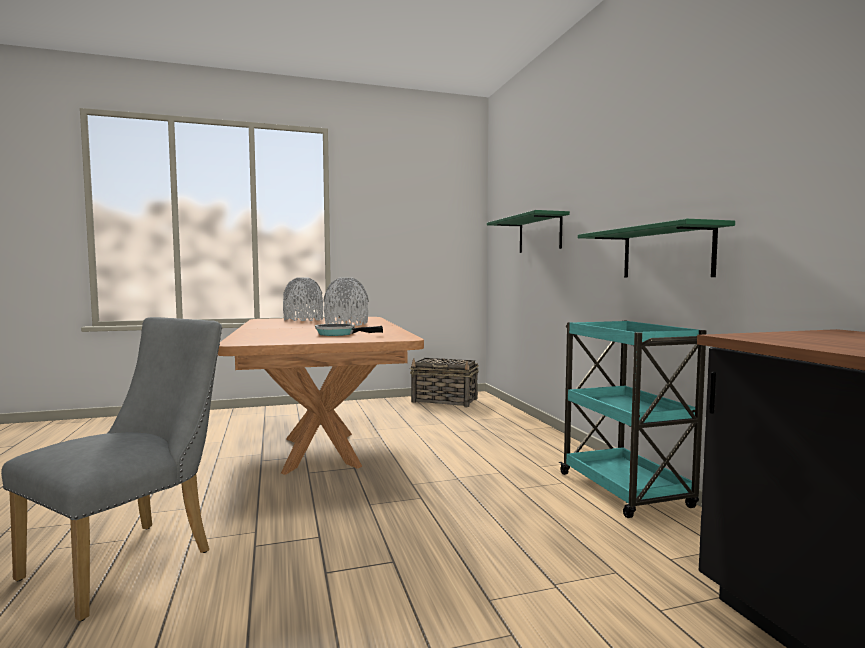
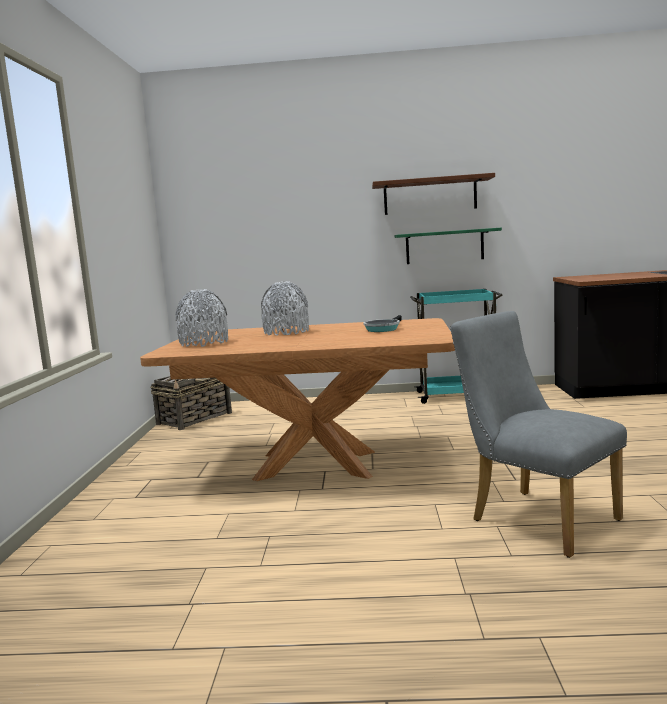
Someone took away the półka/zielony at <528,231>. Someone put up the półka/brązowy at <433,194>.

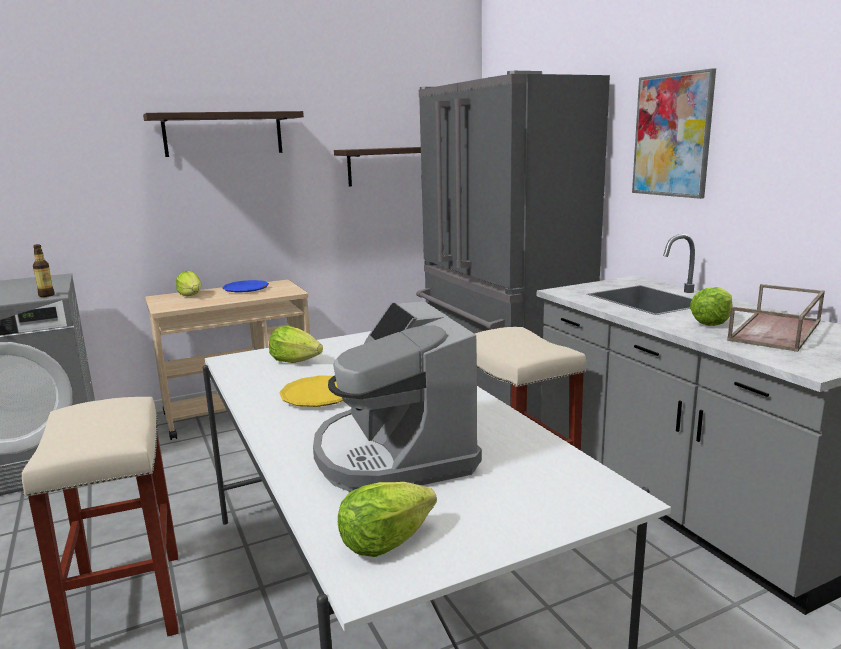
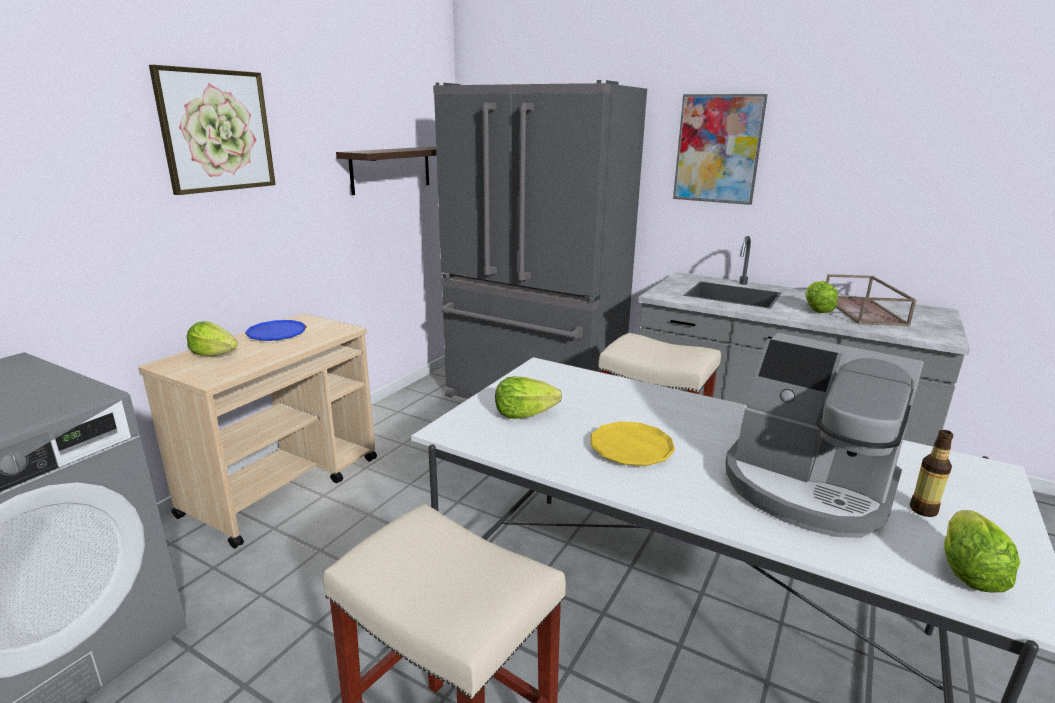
Someone carried the butelka from <44,270> to <932,473>. Someone swapped the półka at <223,134> for the obraz at <212,130>.

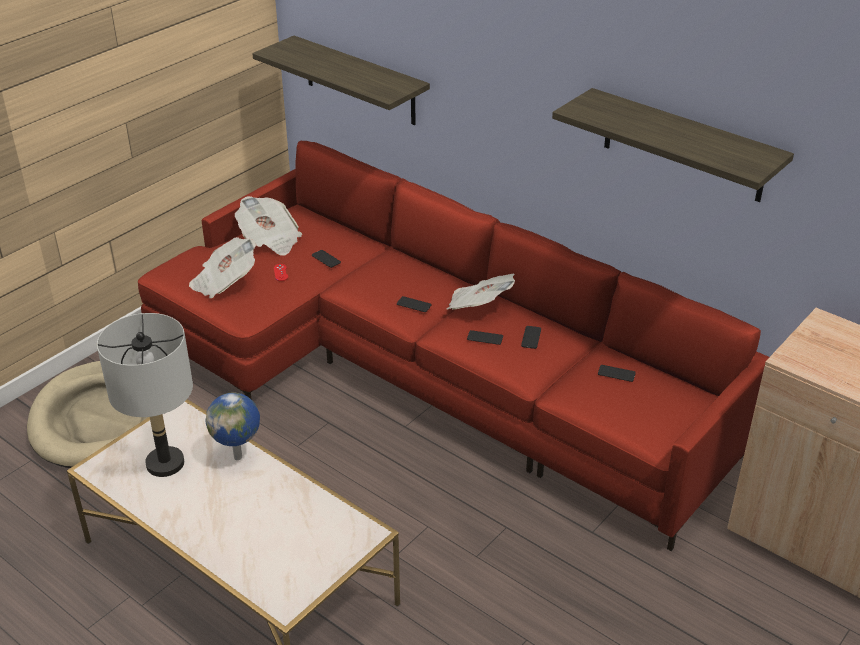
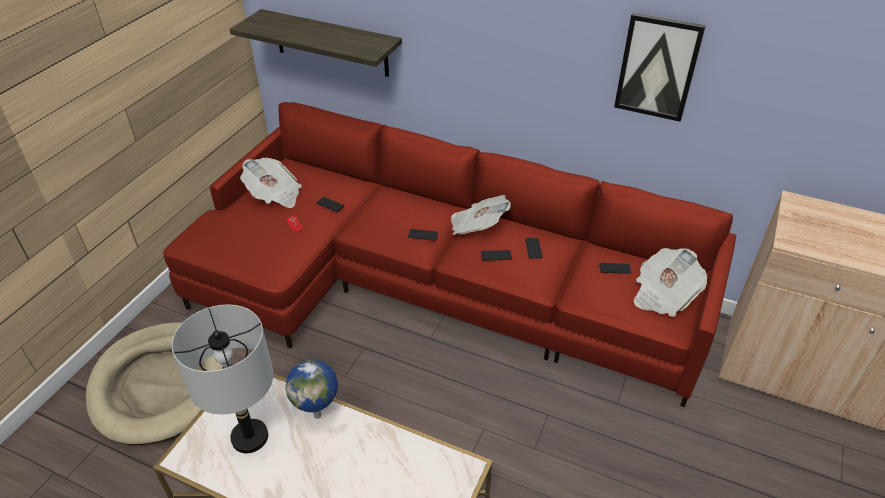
Someone carried the gazeta from <223,267> to <670,282>. Someone swapped the półka at <673,145> for the obraz at <660,67>.

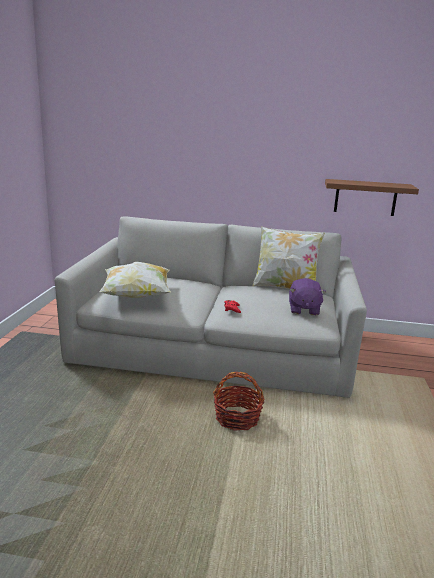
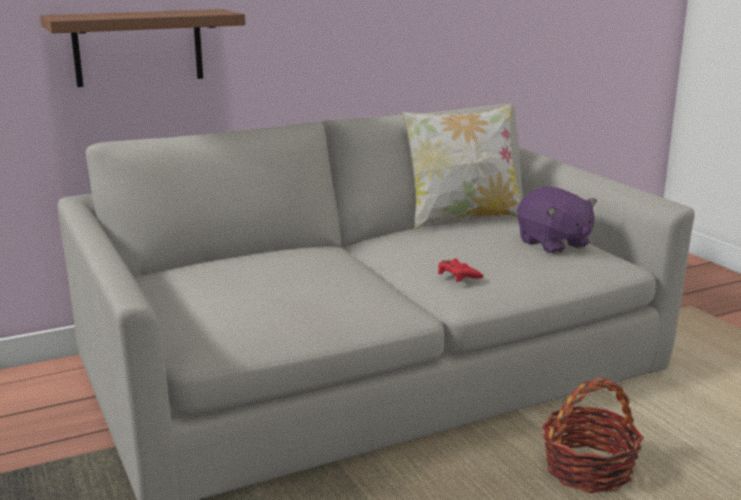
Someone took away the poduszka at <135,280>. Someone carried the półka/brązowy from <372,197> to <142,48>.

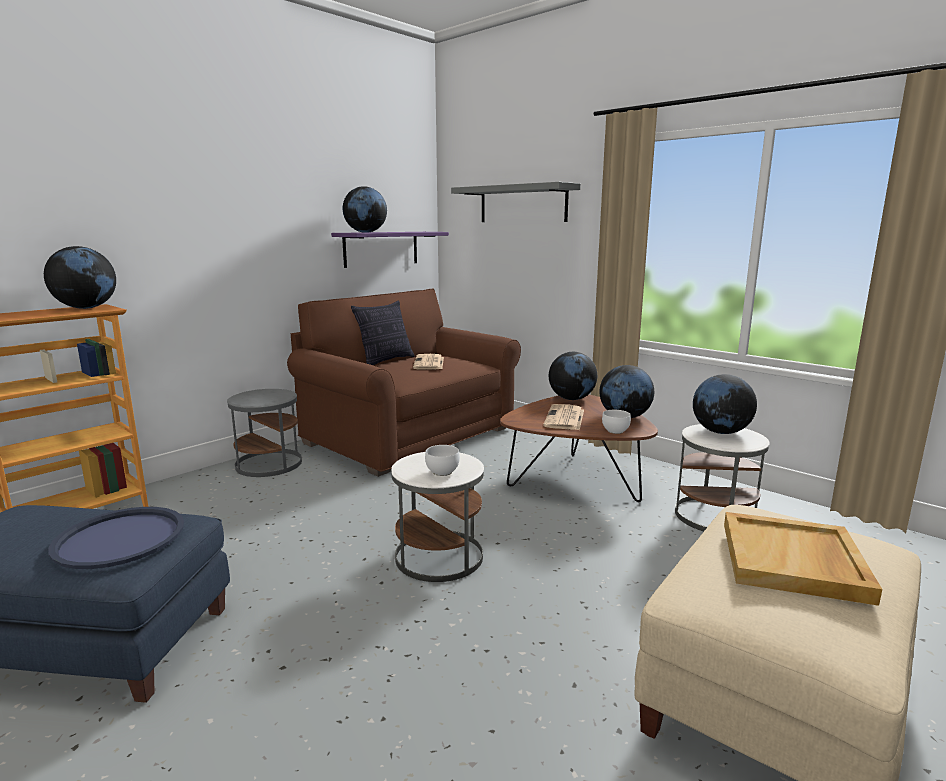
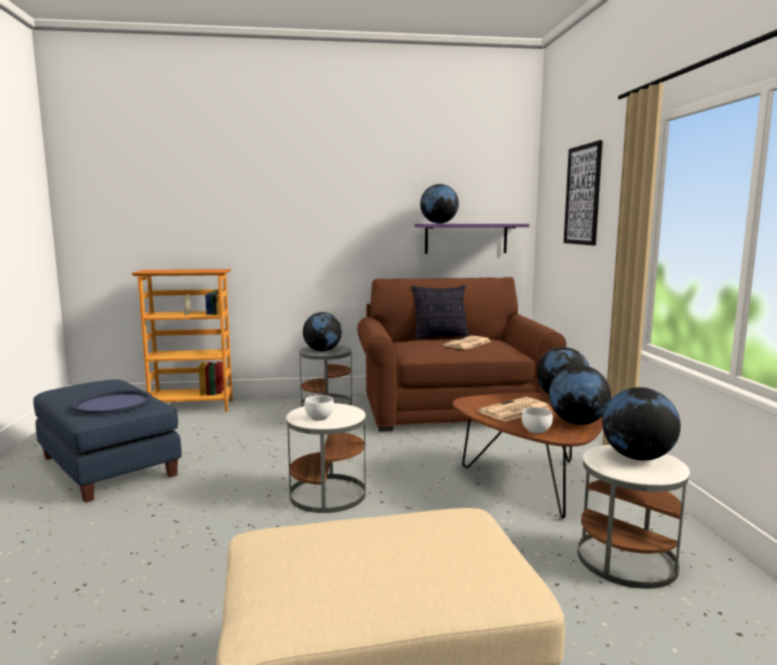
Someone took away the taca/beżowy at <803,559>. Someone carried the globus from <80,277> to <322,332>. Someone swapped the półka/szary at <515,202> for the obraz at <583,193>.

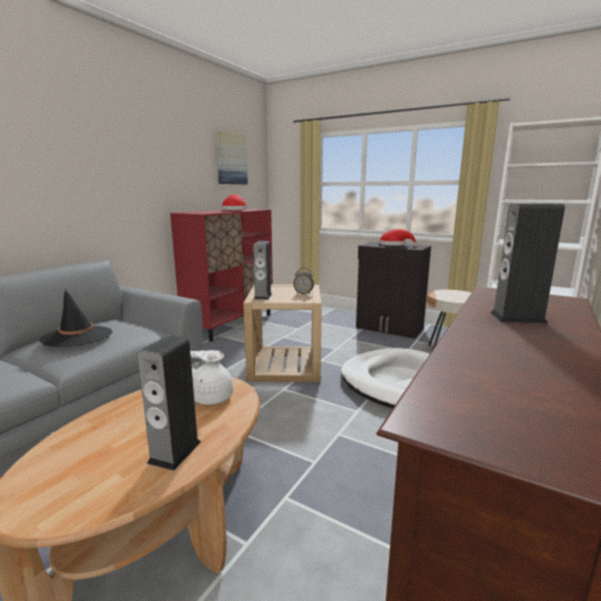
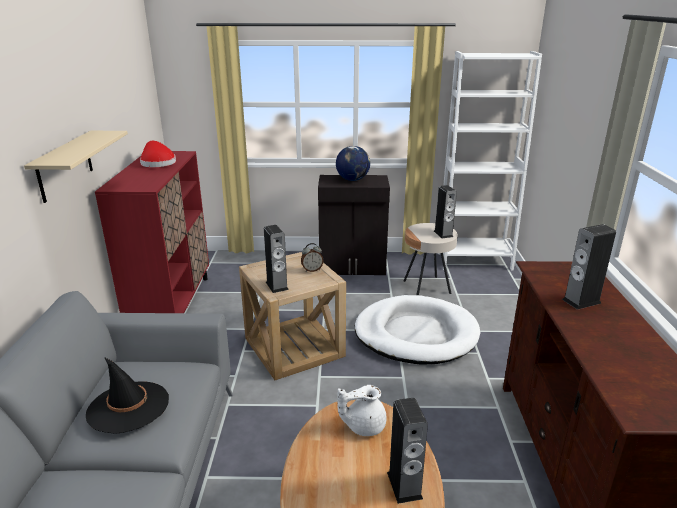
Someone took away the obraz at <232,157>. Someone put up the półka/beżowy at <76,167>. Someone put down the głośnik at <445,211>. Someone swapped the kapelusz/czerwony at <398,238> for the globus at <353,163>.

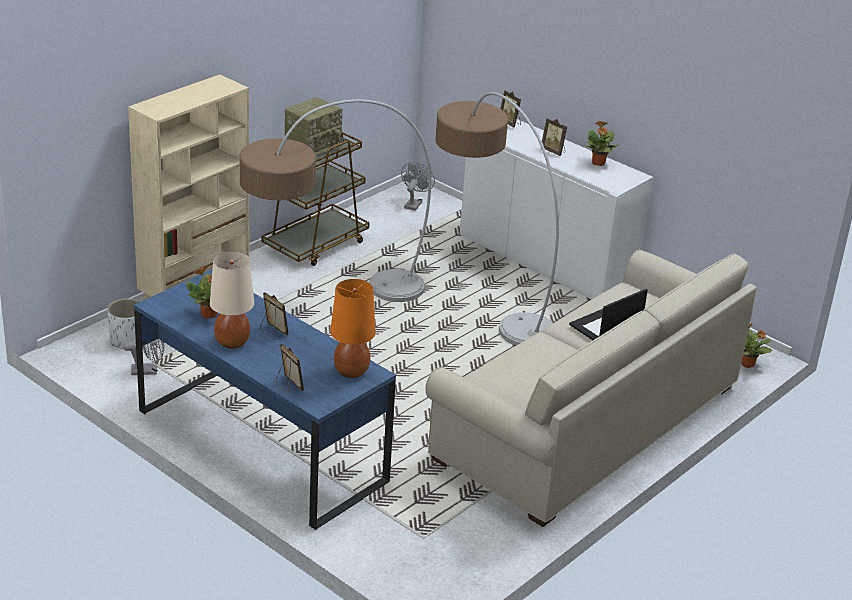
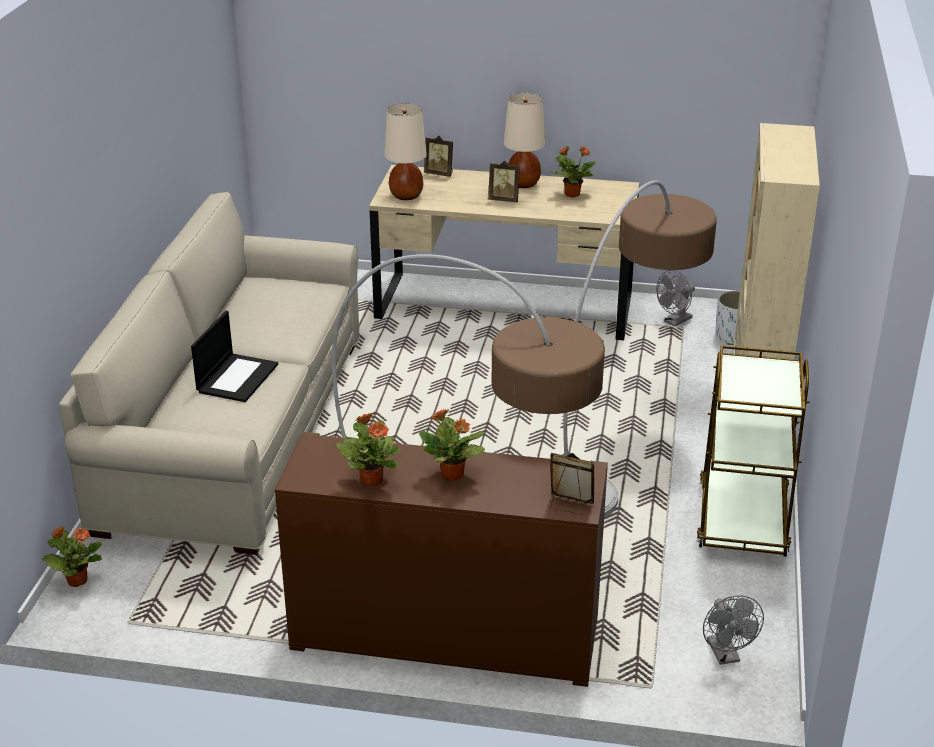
Someone took away the radio at <314,126>. Someone swapped the ramka na zdjęcie at <554,137> for the roślina doniczkowa at <452,445>. Someone repainted the biurko/niebieski at <265,399>, which became the biurko/beżowy at <504,252>. Someone repainted the lampa stołowa/pomarańczowy at <352,328>, which became the lampa stołowa/beżowy at <405,151>. Someone repainted the szafka/biały at <556,209>, which became the szafka/brązowy at <441,559>.

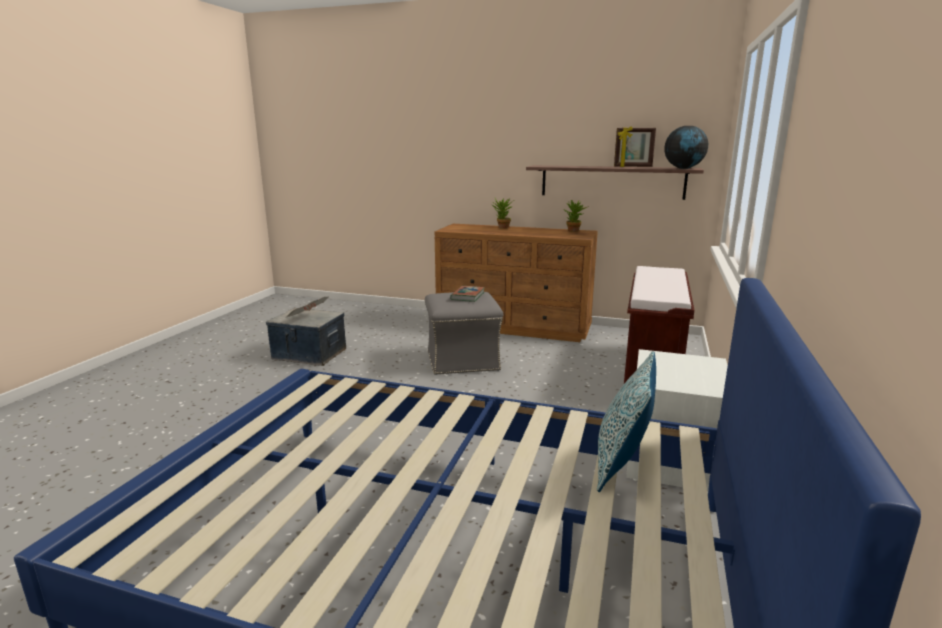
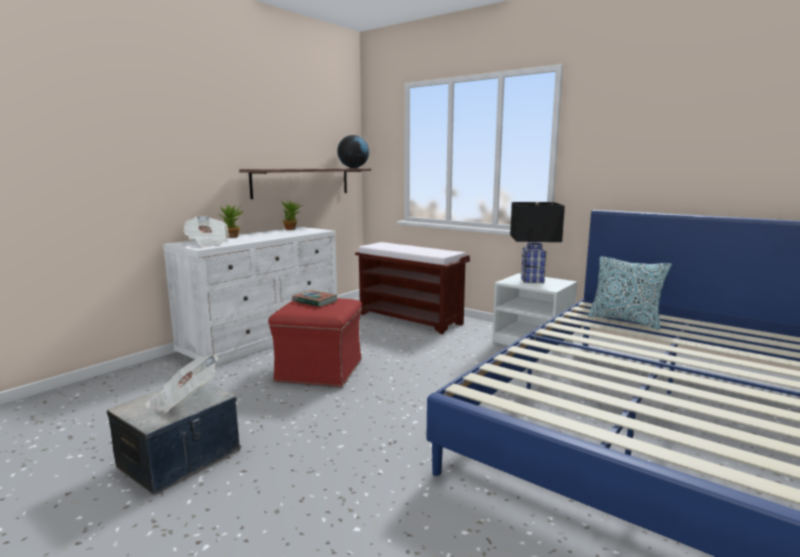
Someone took away the ramka na zdjęcie at <635,146>. Someone put down the gazeta at <206,231>. Someone put down the lampa stołowa/czarny at <537,242>. Someone repainted the pufa/szary at <464,333>, which became the pufa/czerwony at <315,343>. Someone repainted the komoda/brązowy at <516,283>, which became the komoda/biały at <250,296>.

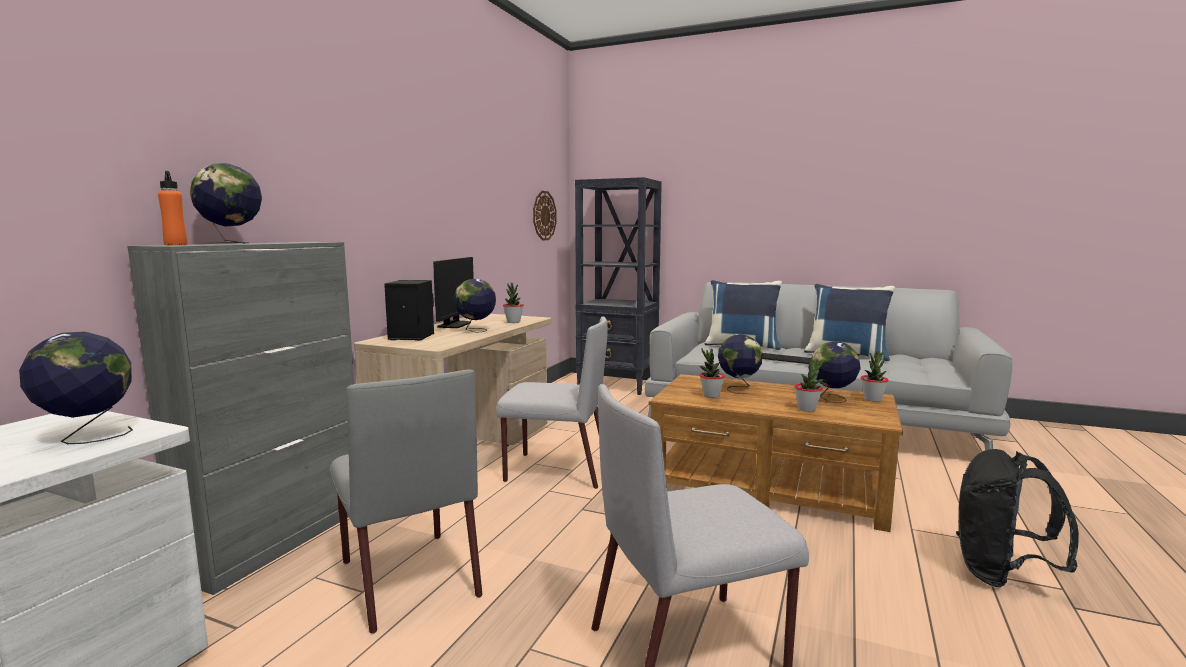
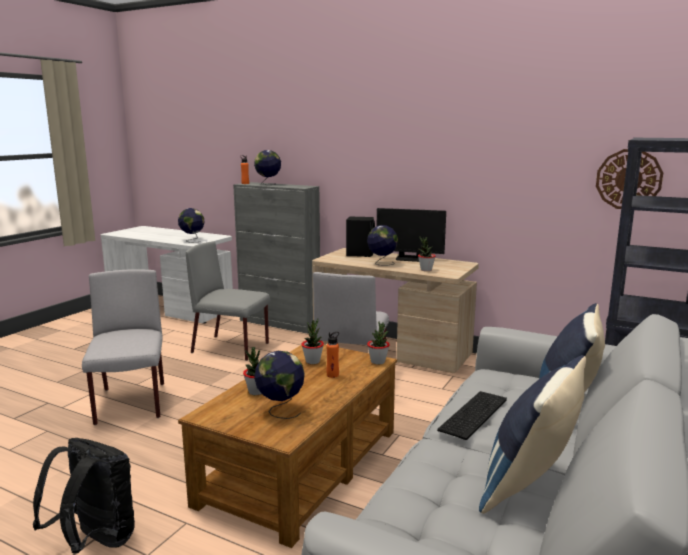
Someone carried the roślina doniczkowa from <874,376> to <378,343>. Someone swapped the globus at <740,364> for the butelka/pomarańczowy at <332,355>. Someone rotated the krzesło/szary at <406,502> by 45 degrees clockwise.

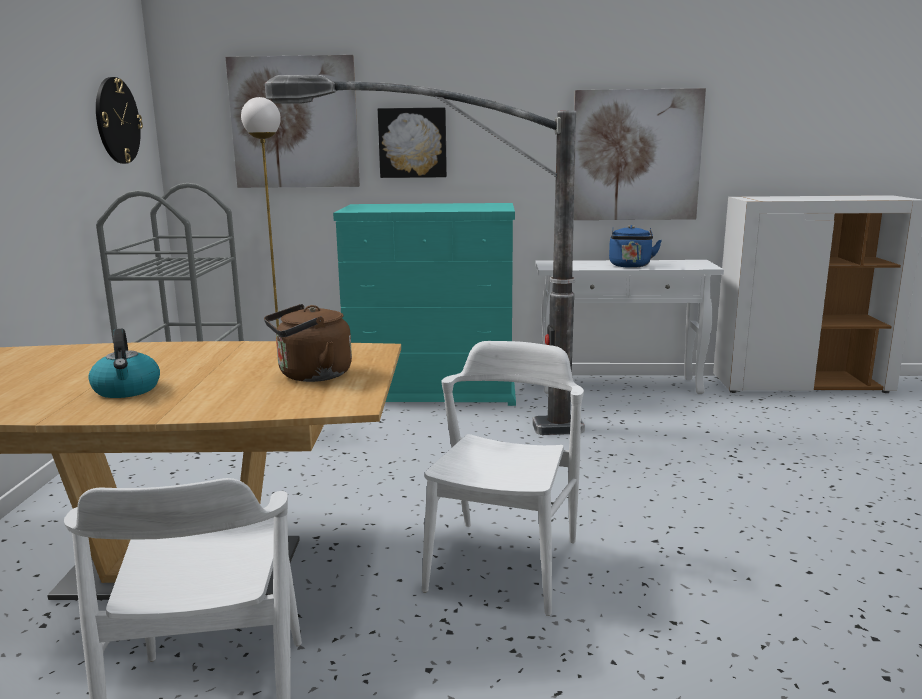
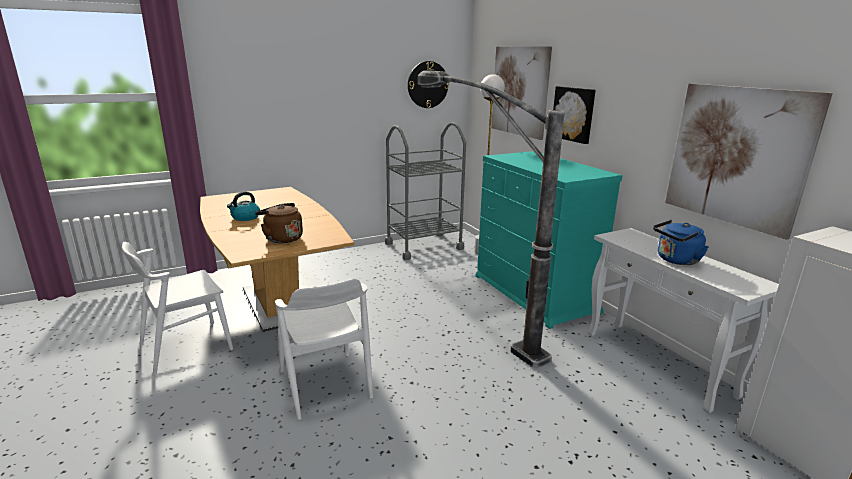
Someone rotated the krzesło/biały at <503,478> by 75 degrees clockwise.

